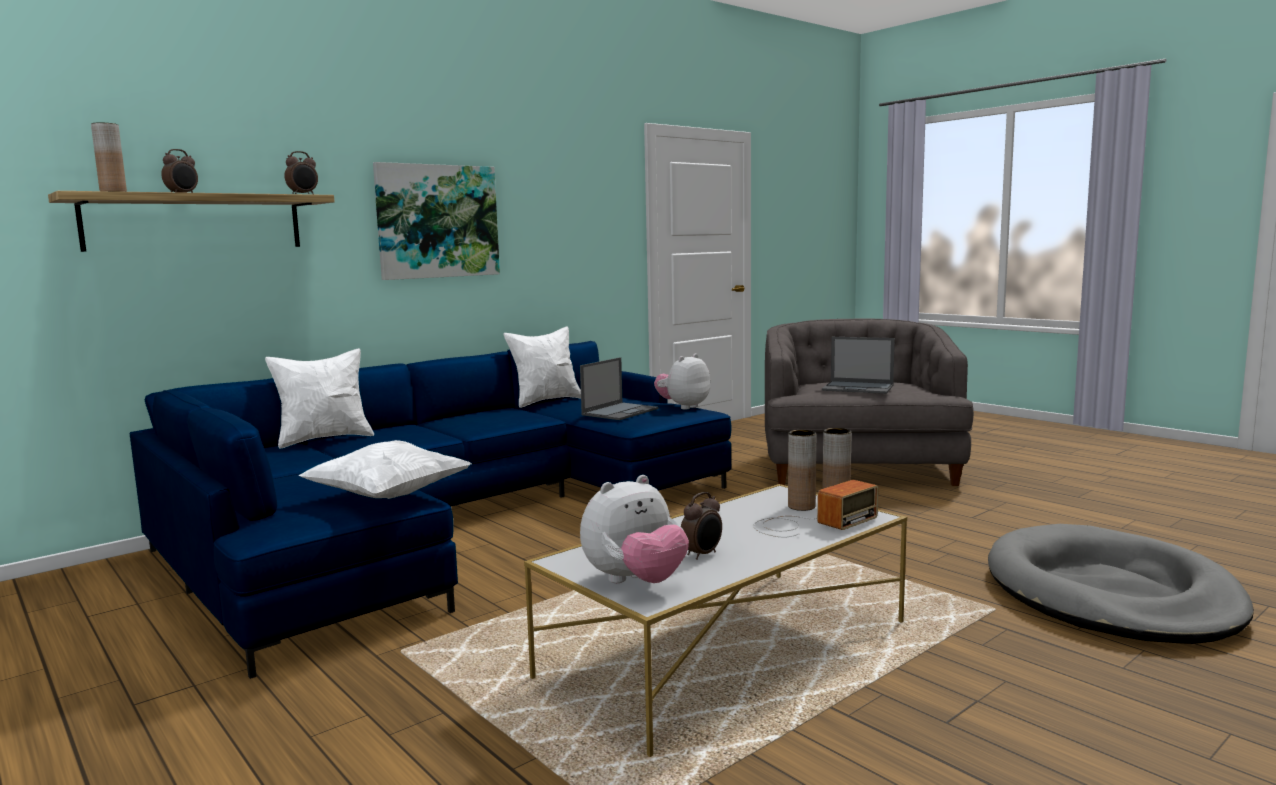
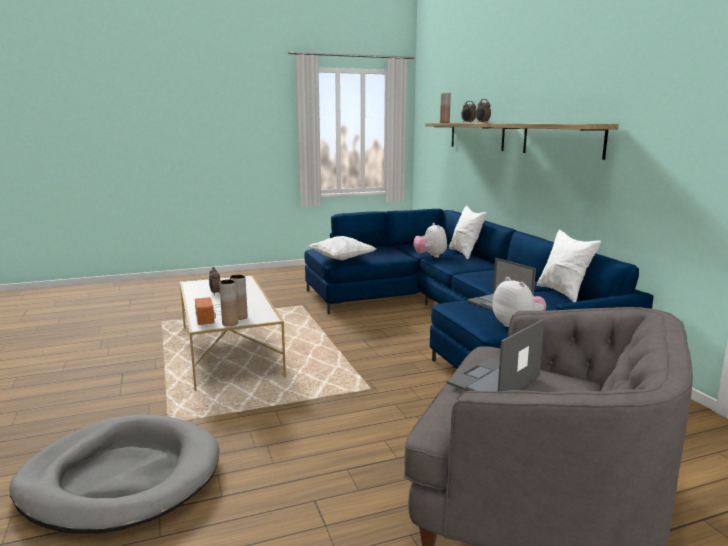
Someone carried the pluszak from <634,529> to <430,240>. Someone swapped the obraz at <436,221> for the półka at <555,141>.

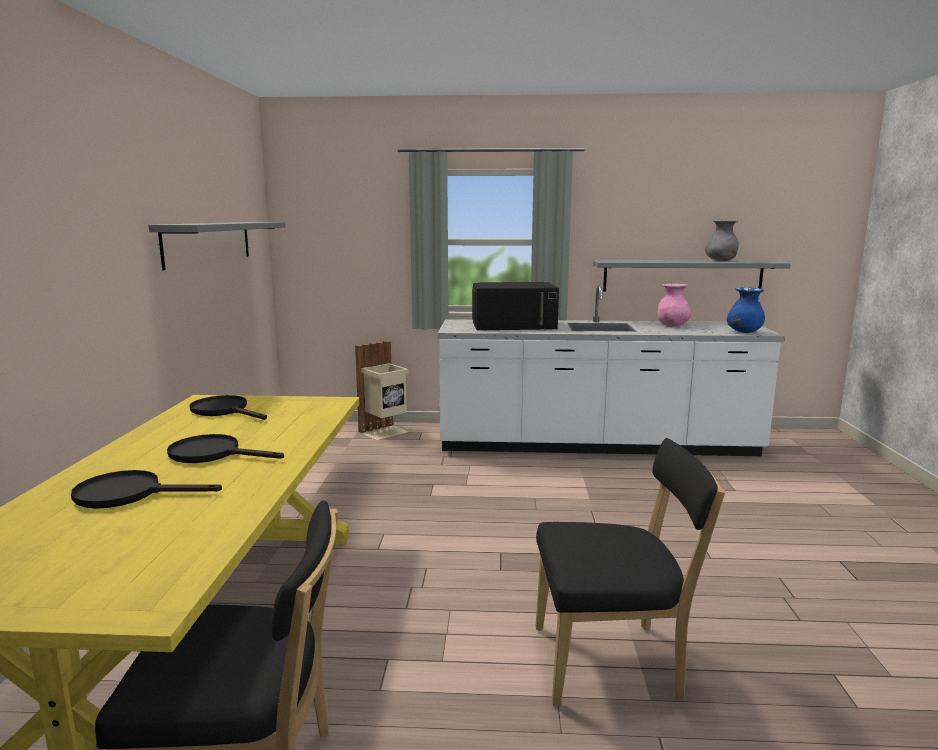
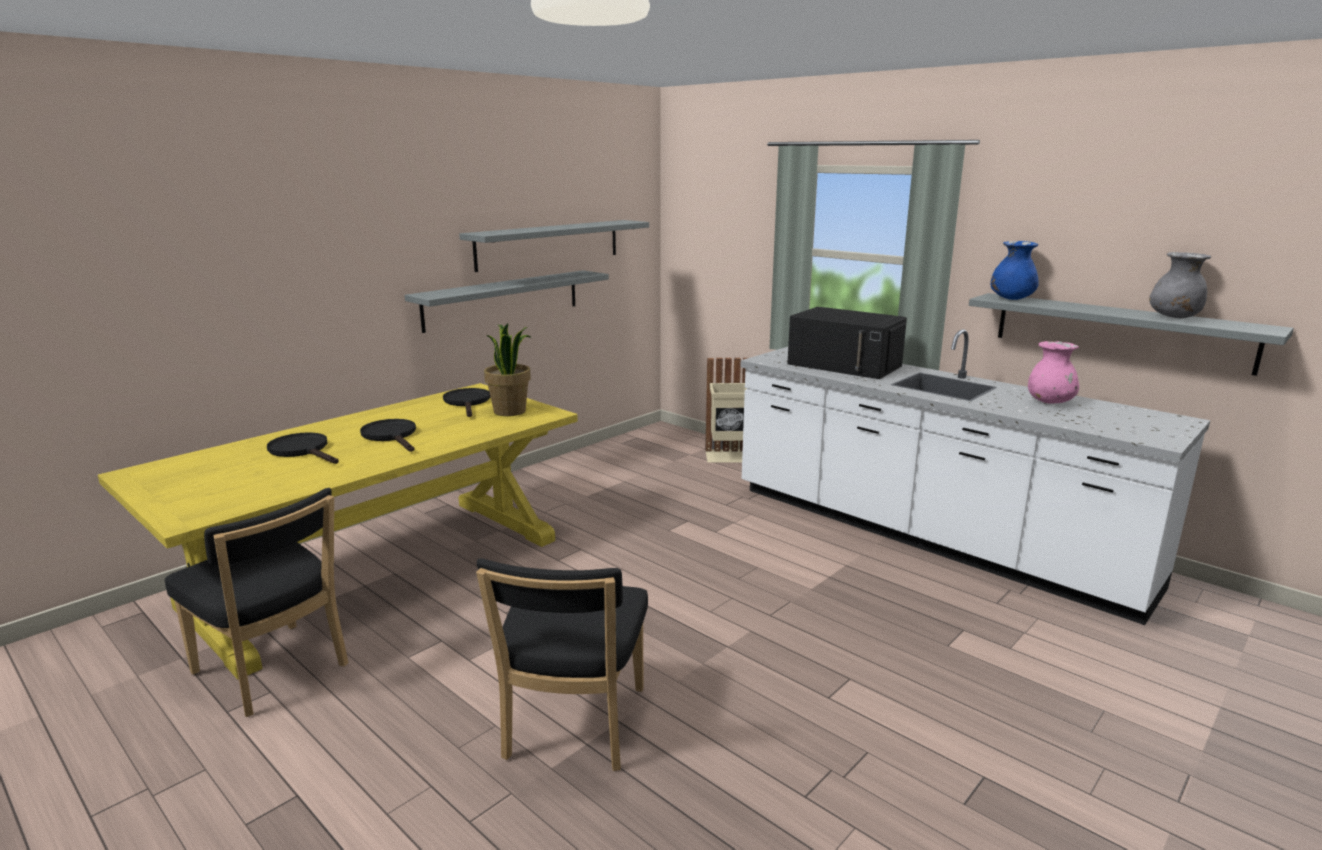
Someone put up the półka/szary at <507,301>. Someone put down the roślina doniczkowa at <508,369>. Someone carried the wazon/niebieski from <746,310> to <1015,270>. Someone rotated the krzesło/czarny at <630,572> by 60 degrees clockwise.

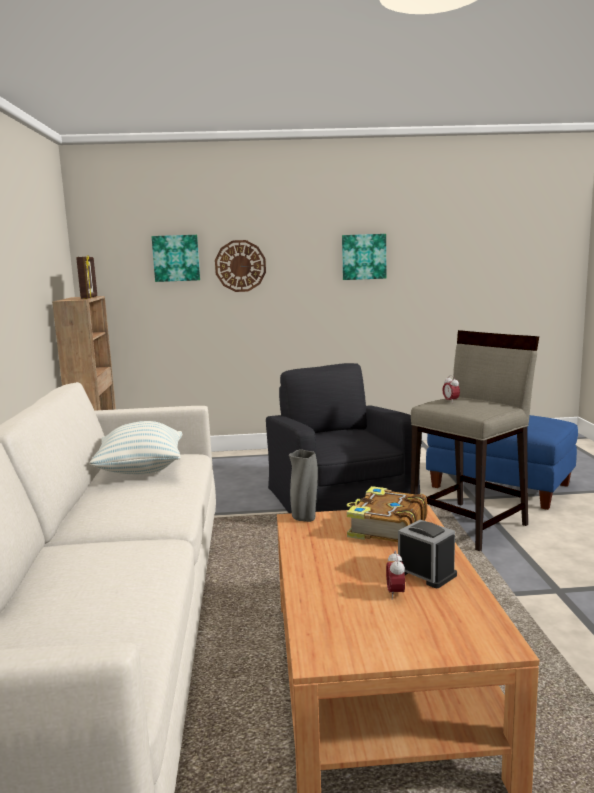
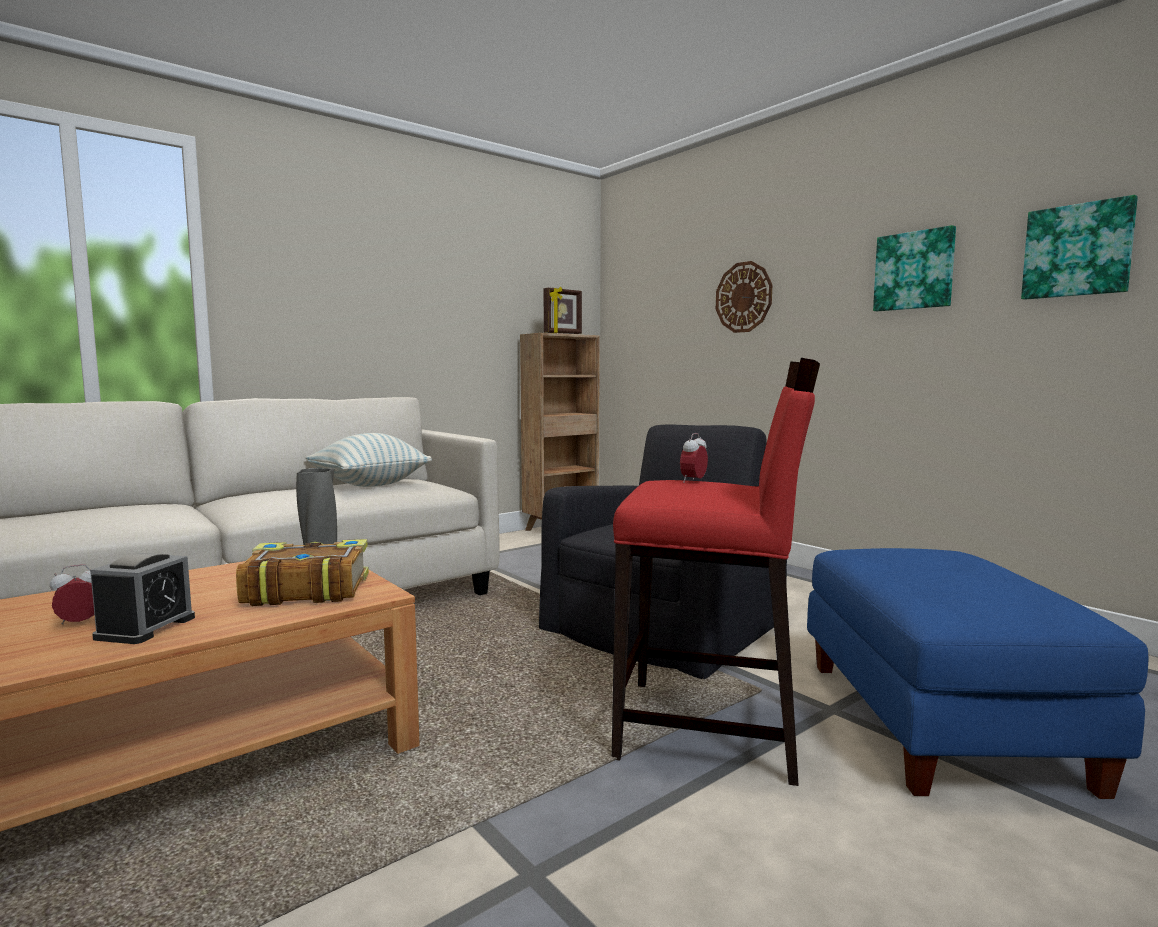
Someone carried the obraz from <176,258> to <1079,247>. Someone repainted the stołek/beżowy at <474,440>, which became the stołek/czerwony at <716,572>.

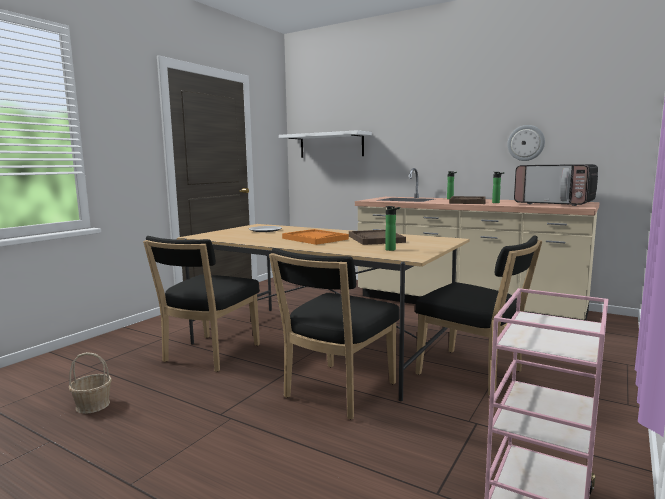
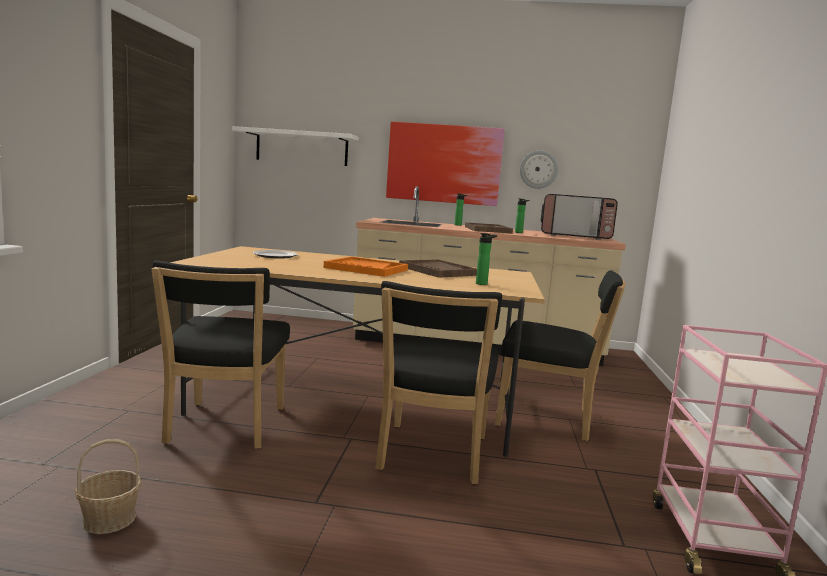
Someone put up the obraz at <445,164>.

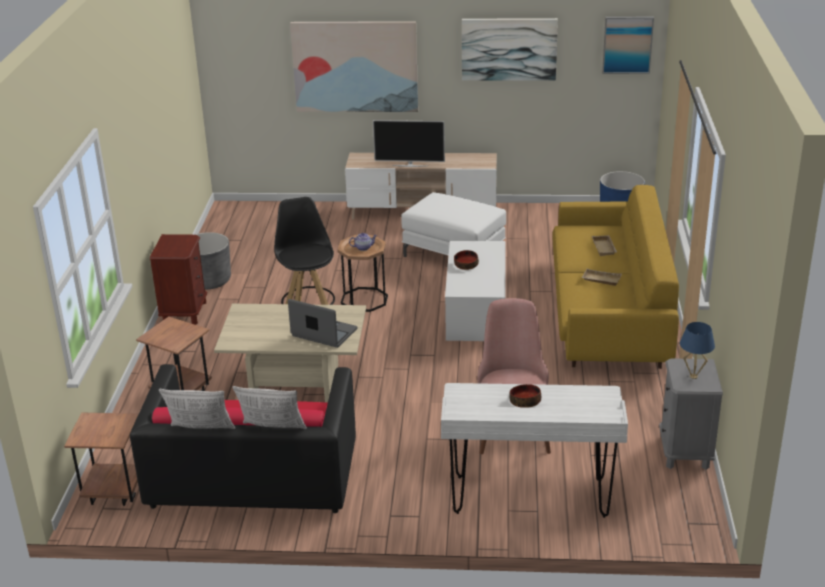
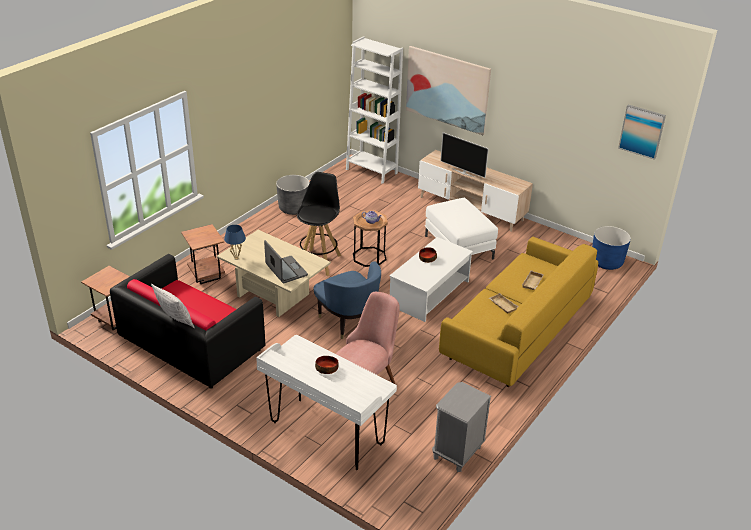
Someone took away the szafka nocna/brązowy at <178,279>. Someone took away the poduszka at <197,409>. Someone took away the obraz at <510,49>. Someone put down the fotel/niebieski at <347,300>. Someone put down the regał/biały at <374,110>. Someone carried the lampa stołowa/niebieski from <697,350> to <235,242>.

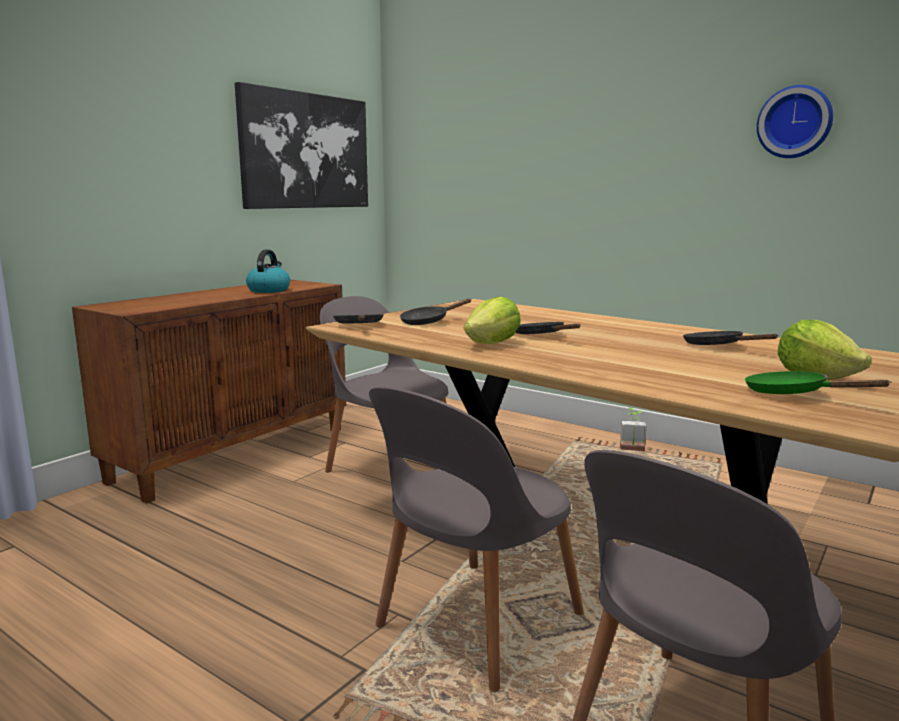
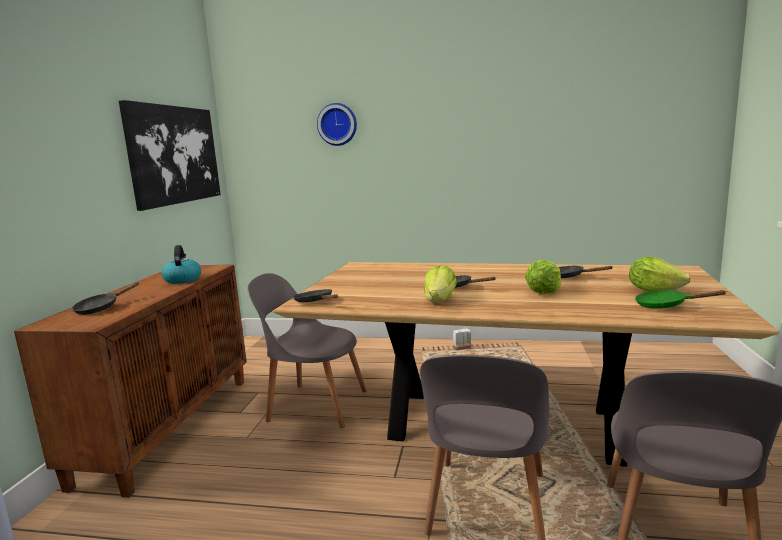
Someone put down the sałata at <543,277>. Someone carried the patelnia/czarny from <435,312> to <105,298>. Someone carried the zegar ścienny from <795,121> to <337,124>.

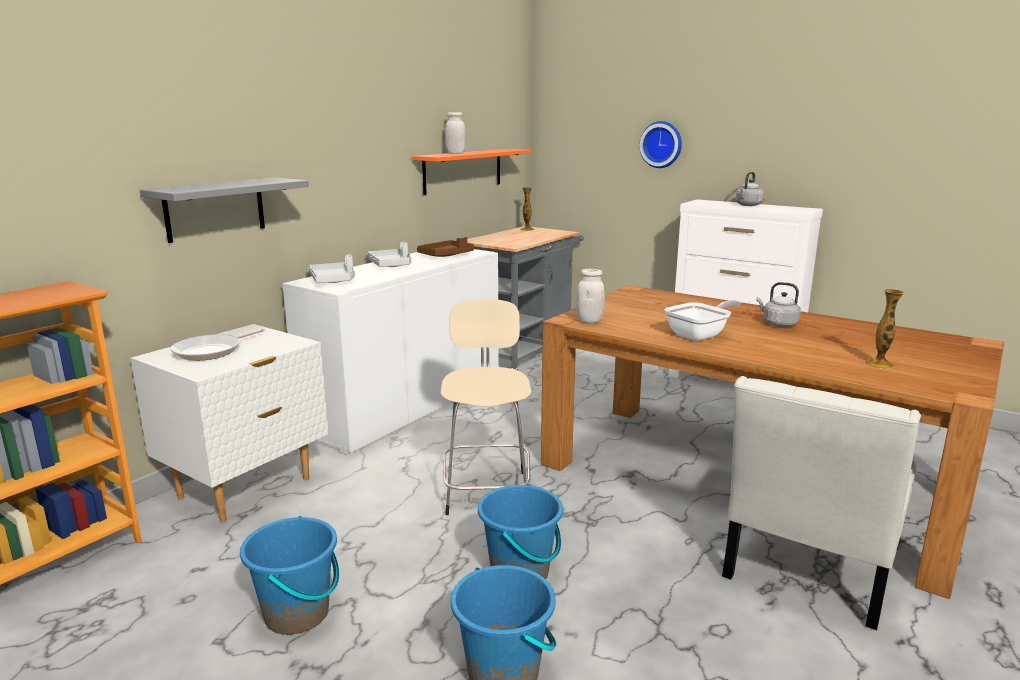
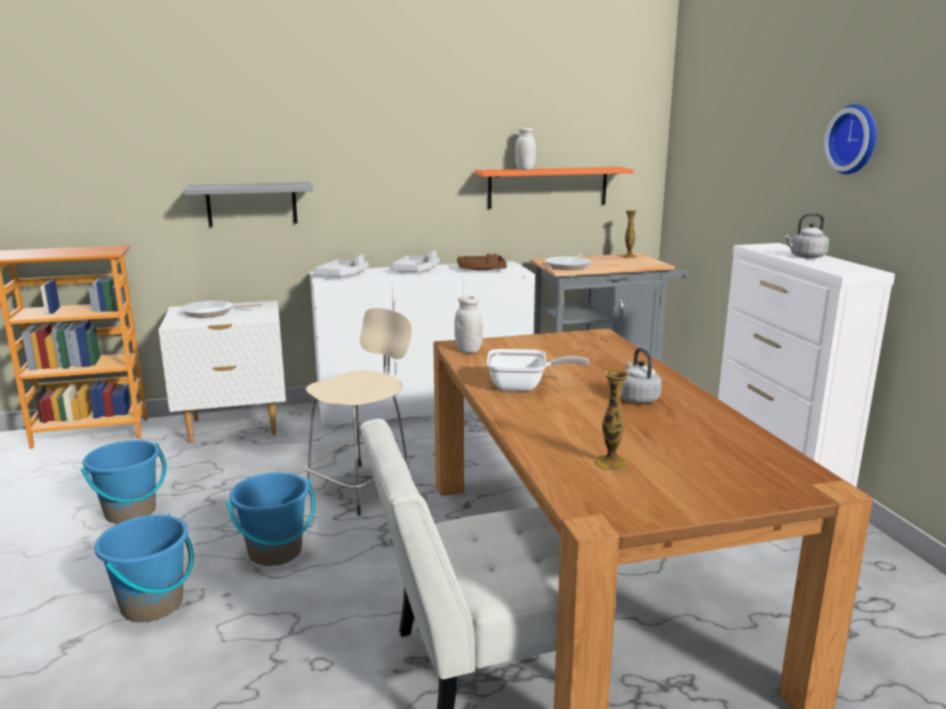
Someone put down the patelnia at <568,261>. Someone carried the zegar ścienny from <660,144> to <850,139>.

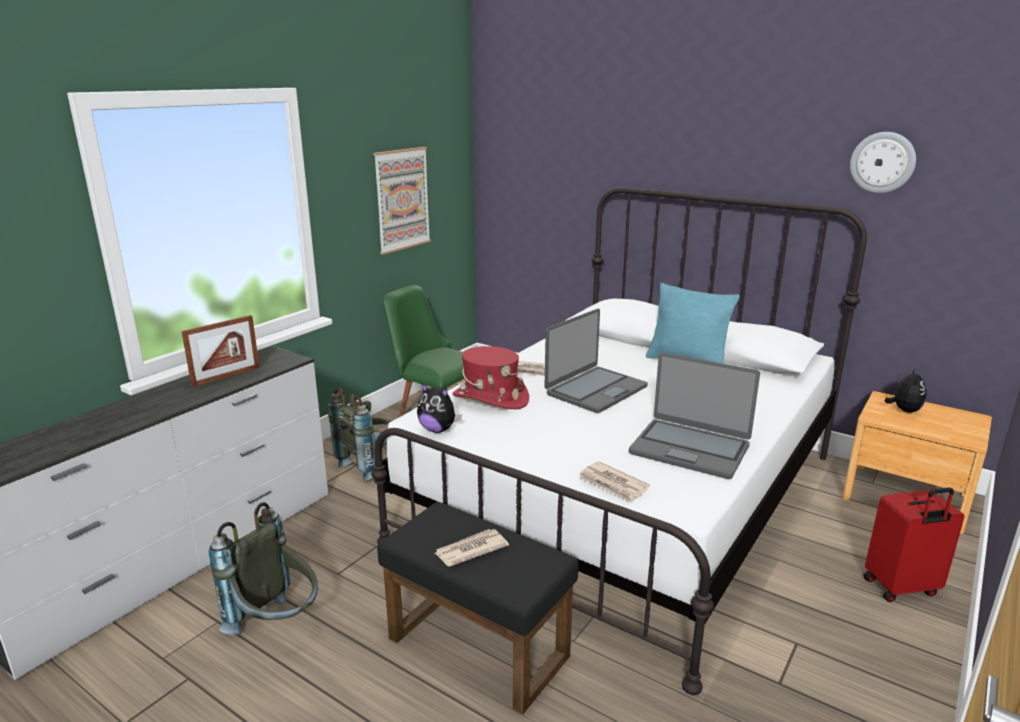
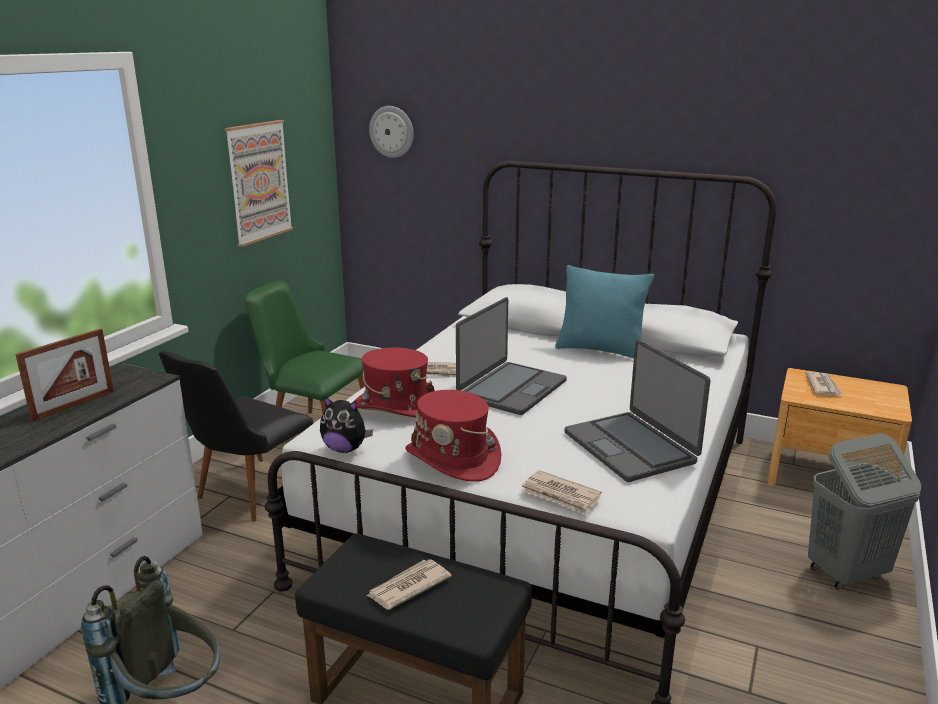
Someone put down the kapelusz/czerwony at <453,436>. Someone carried the zegar ścienny from <883,162> to <391,132>. Someone swapped the plecak/szary at <359,434> for the krzesło/czarny at <236,436>. Someone swapped the walizka/czerwony at <914,545> for the kosz na pranie/szary at <864,511>. Someone swapped the pluszak at <906,391> for the gazeta at <824,384>. Someone rotated the laptop at <694,415> by 45 degrees clockwise.

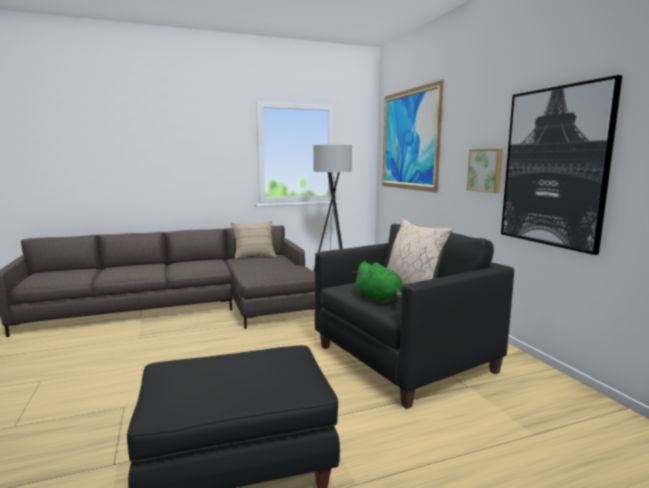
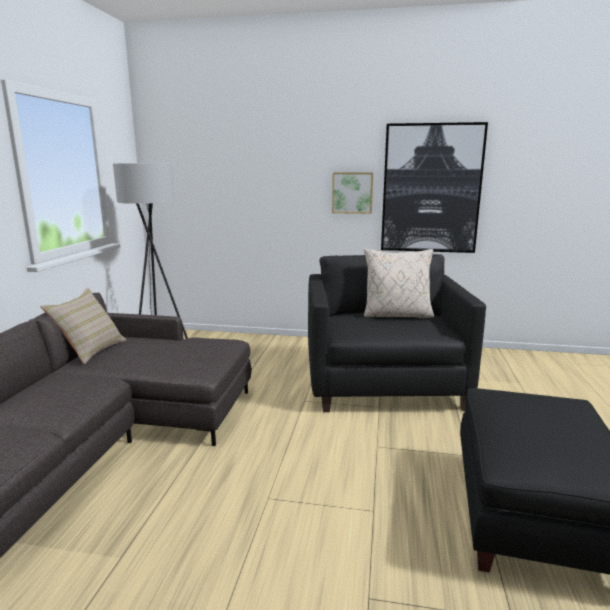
Someone took away the pluszak/zielony at <378,282>. Someone took away the obraz at <413,136>.

